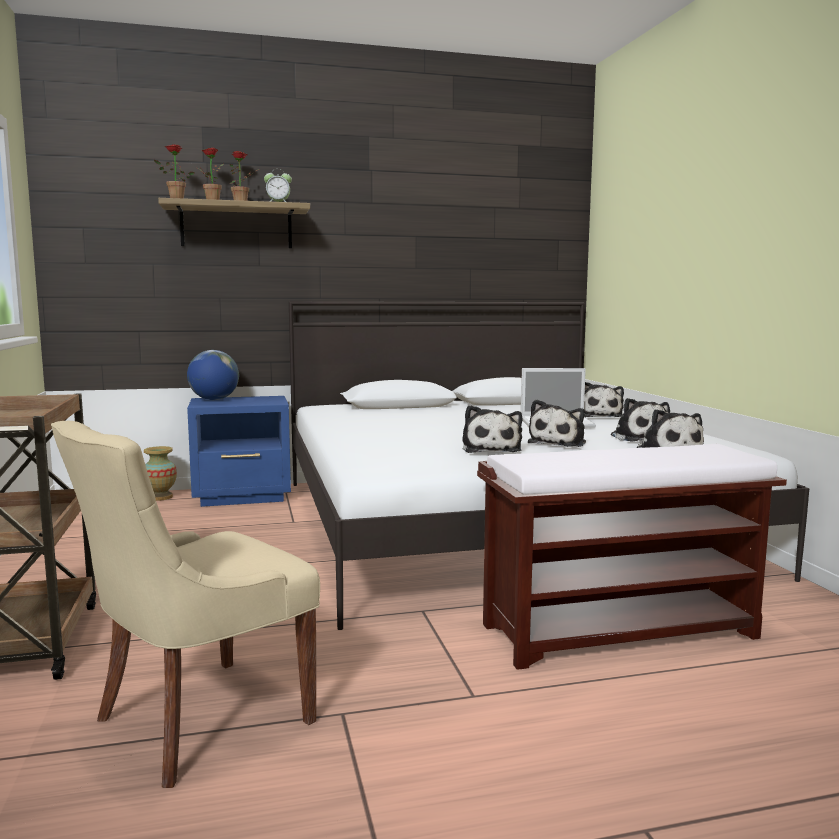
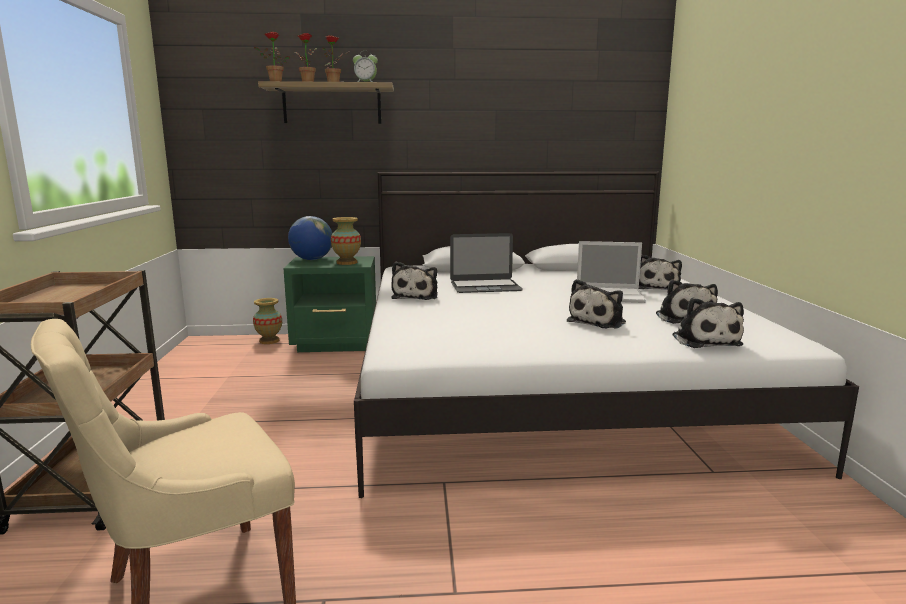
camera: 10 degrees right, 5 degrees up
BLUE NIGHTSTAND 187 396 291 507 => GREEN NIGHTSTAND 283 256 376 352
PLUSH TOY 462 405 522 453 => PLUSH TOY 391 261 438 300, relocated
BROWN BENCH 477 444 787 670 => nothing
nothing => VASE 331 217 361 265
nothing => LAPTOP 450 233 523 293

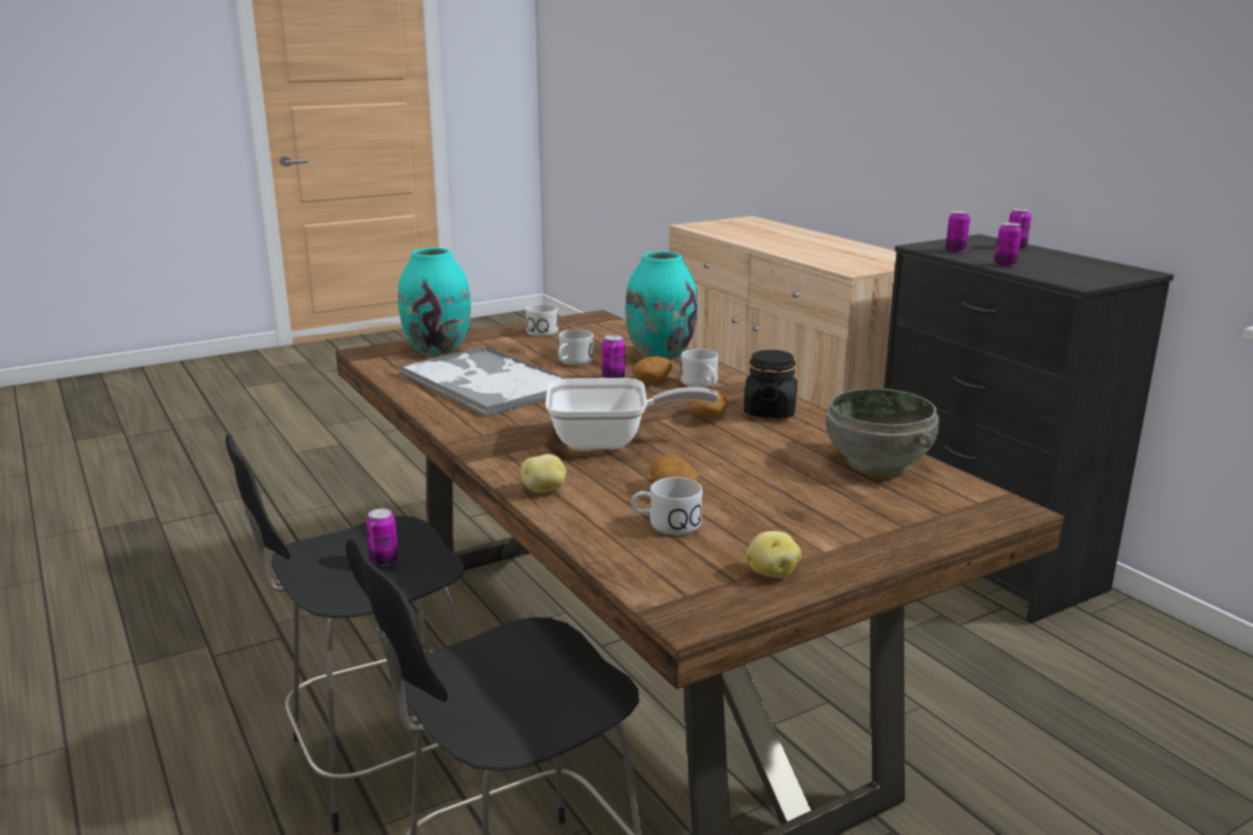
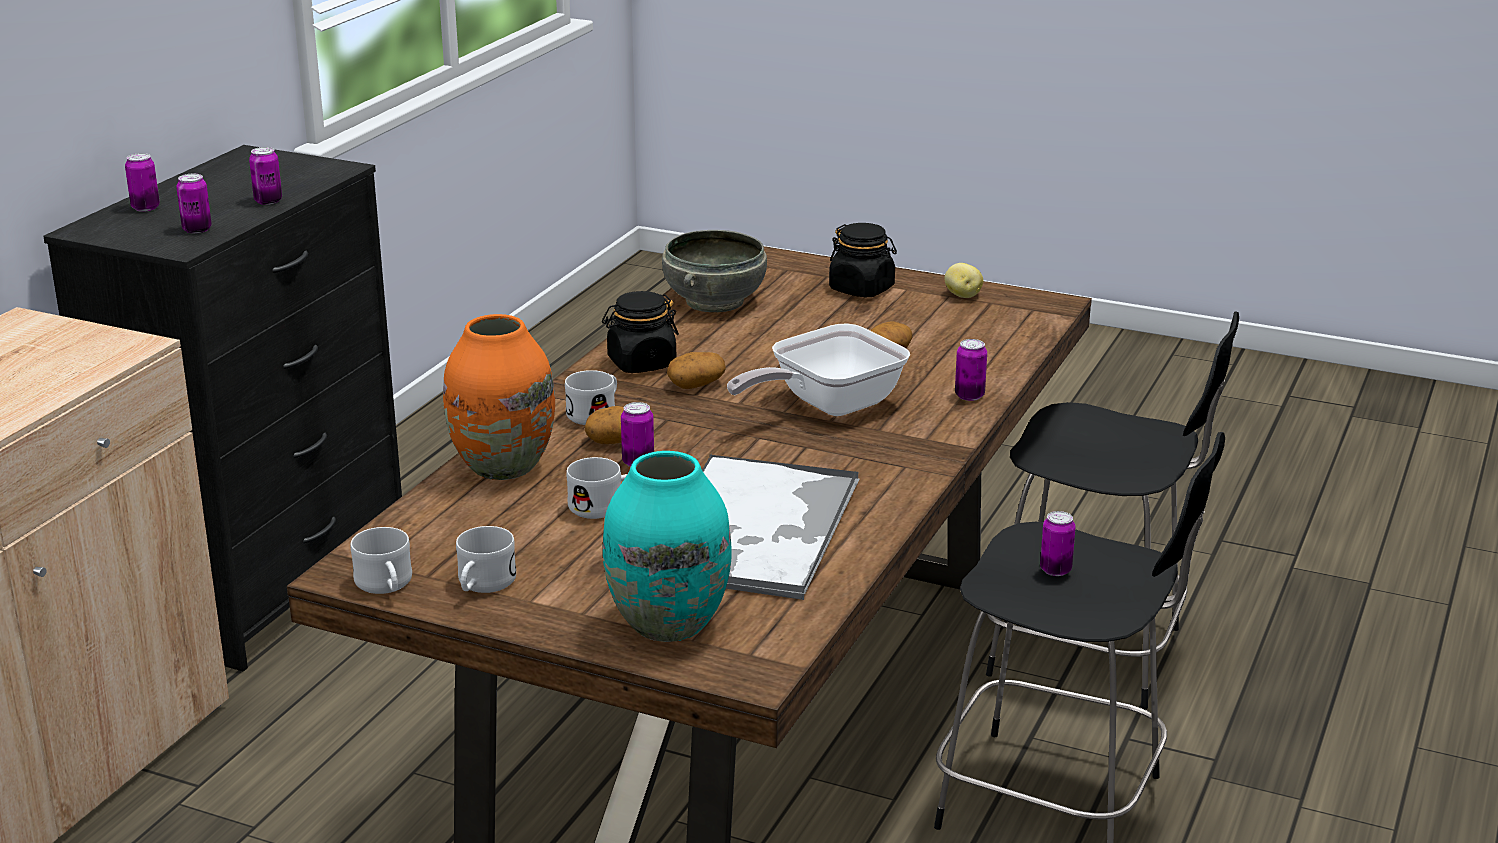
camera: 125 degrees left, 5 degrees up
POTATO 520 454 566 493 => CAN 955 339 987 401
FRYING PAN 545 378 719 450 => FRYING PAN 727 324 910 416, 90 degrees counterclockwise
TURQUOISE VASE 625 251 698 360 => ORANGE VASE 443 314 555 480
WHITE MUG 631 477 702 535 => WHITE MUG 351 527 412 594, relocated
nothing => BLACK JAR 829 223 897 298

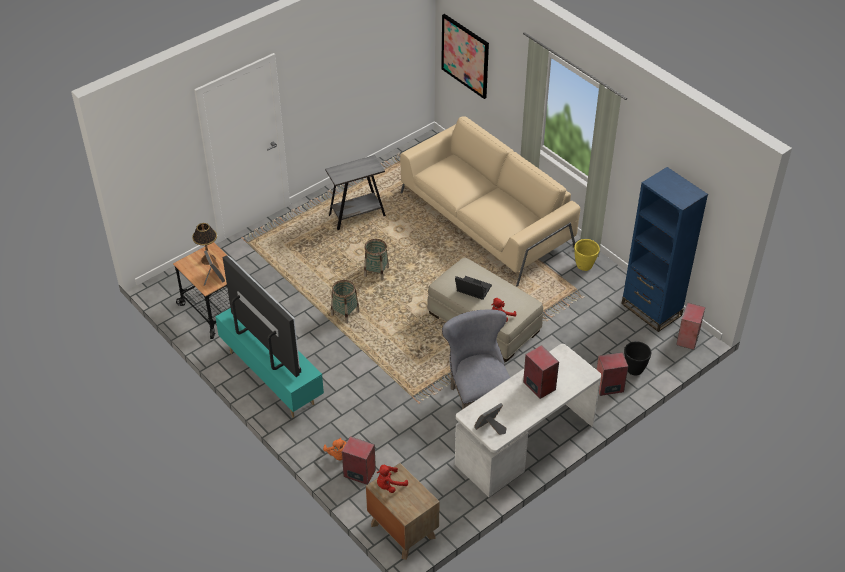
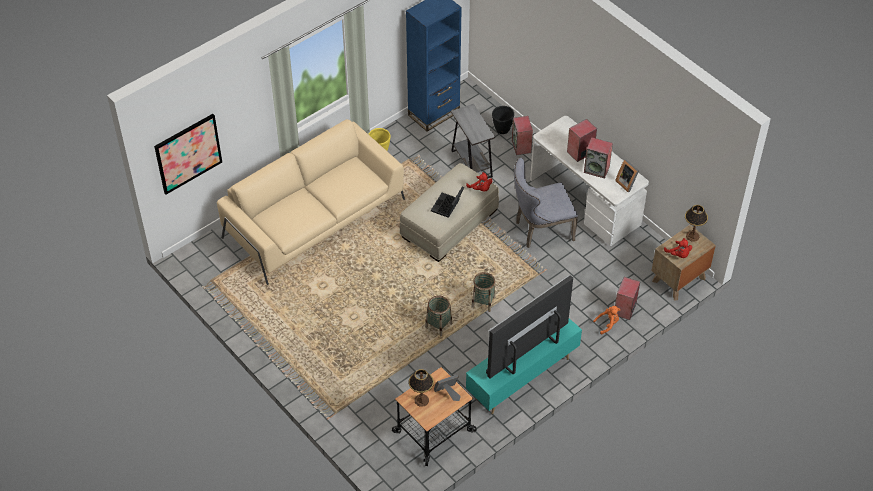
camera: 90 degrees left, 5 degrees up
GREY SIDE TABLE 325 155 386 230 => GREY SIDE TABLE 451 104 495 178, relocated
BASKET 364 239 389 280 => BASKET 471 272 496 312, relocated
SPEAKER 676 303 705 350 => SPEAKER 584 137 613 179, relocated
nothing => TABLE LAMP 685 205 708 242

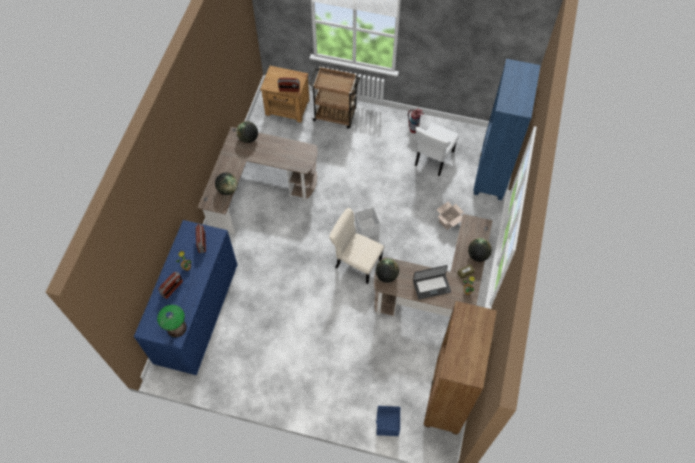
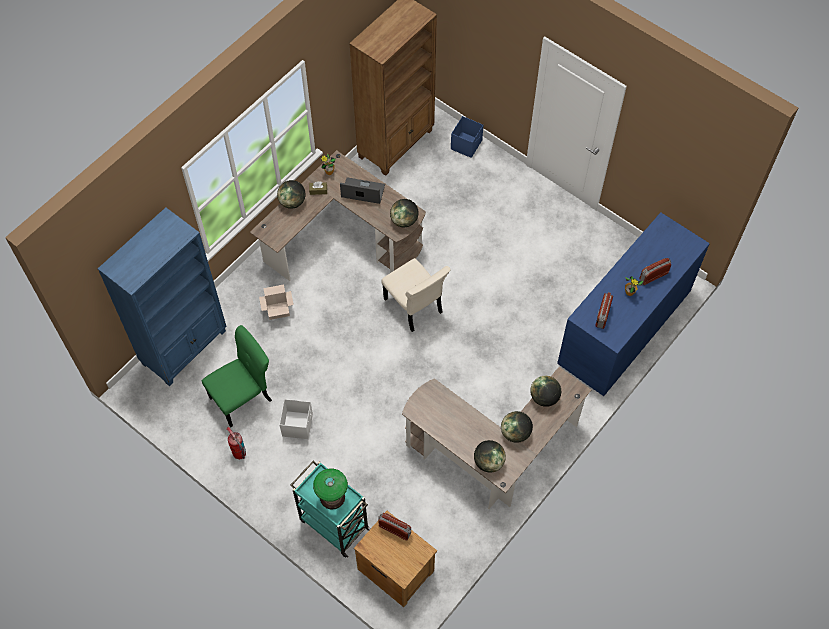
camera: 155 degrees left, 0 degrees up
TABLE LAMP 157 305 187 337 => TABLE LAMP 313 468 348 510, relocated
BROWN CART 309 67 360 129 => TURQUOISE CART 290 460 371 558
WHITE STORAGE BOX 355 207 380 238 => WHITE STORAGE BOX 279 399 313 439, relocated
WHITE CHAIR 415 123 459 176 => GREEN CHAIR 202 325 272 427
nothing => GLOBE 501 411 533 443

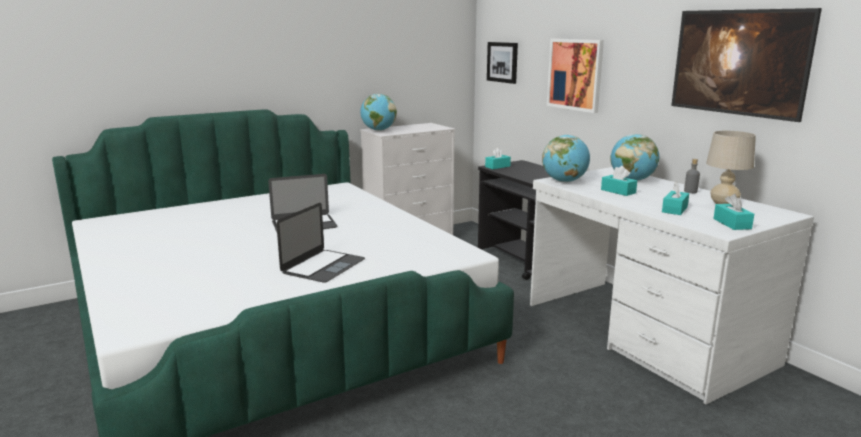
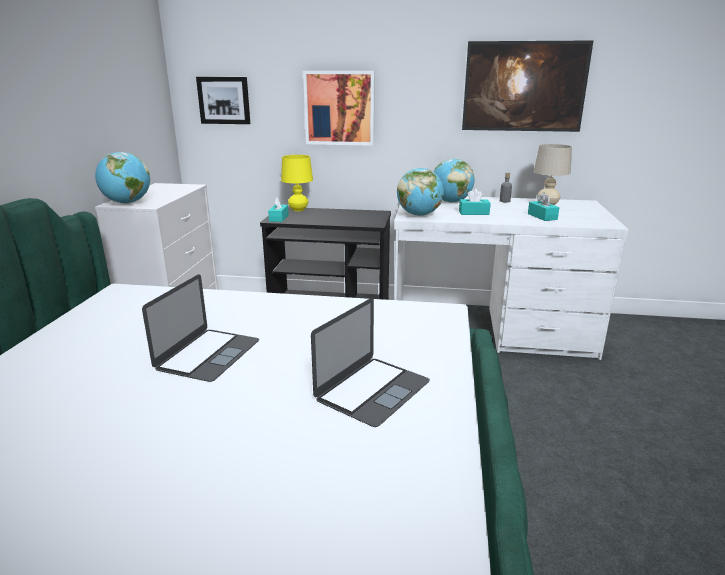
camera: 50 degrees left, 5 degrees up
LAPTOP 276 203 365 283 => LAPTOP 311 298 430 427, 60 degrees clockwise
TURQUOISE TISSUE BOX 713 194 754 230 => nothing
nothing => YELLOW TABLE LAMP 281 155 313 211

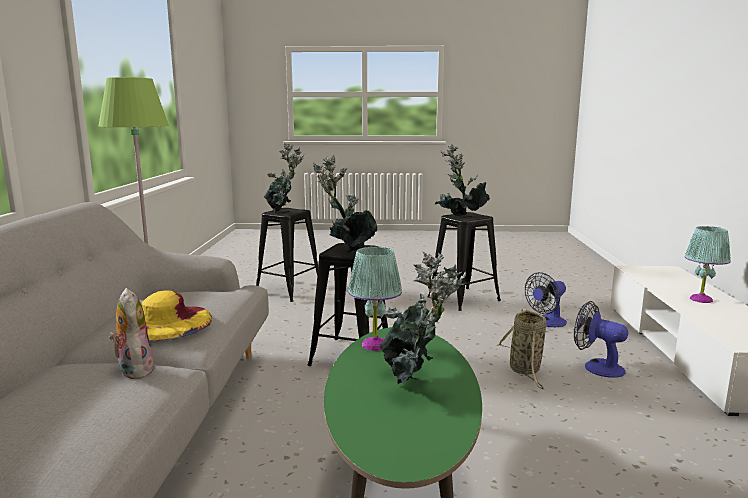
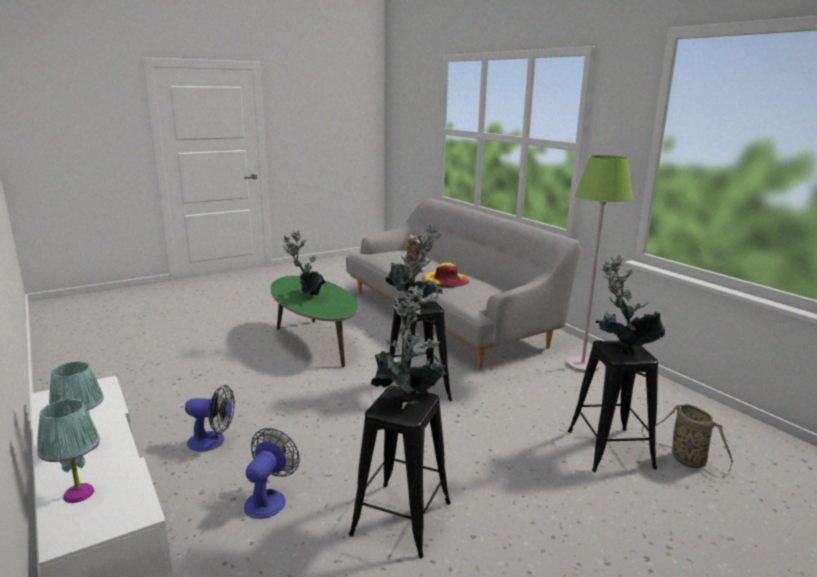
camera: 145 degrees right, 5 degrees up
TURQUOISE TABLE LAMP 348 247 402 351 => TURQUOISE TABLE LAMP 37 399 100 503, relocated
BASKET 496 309 546 390 => BASKET 641 404 733 478, relocated

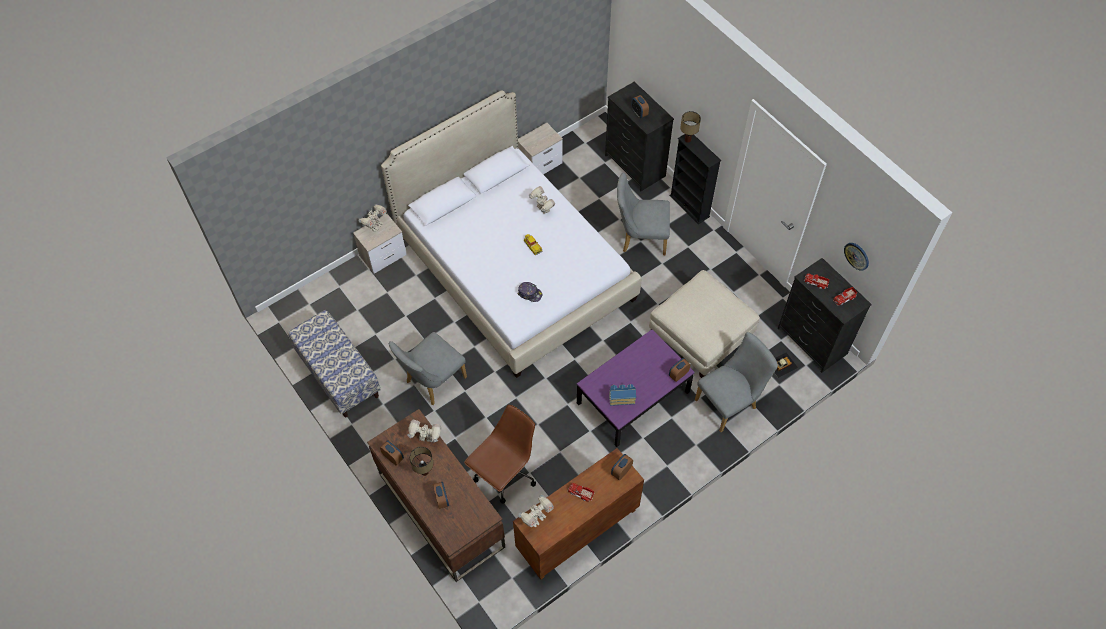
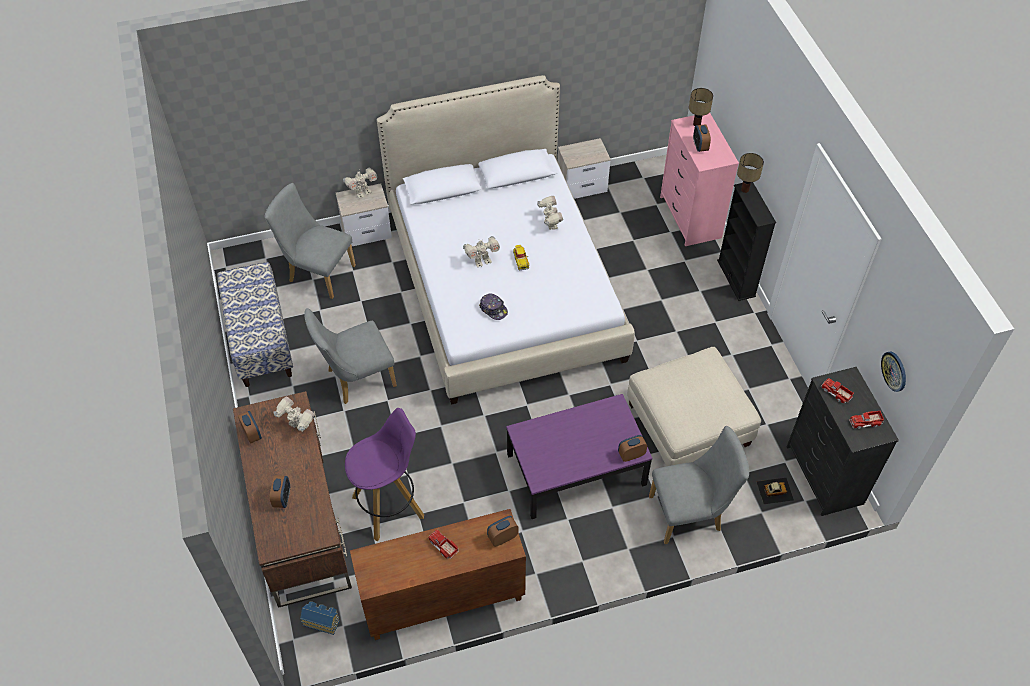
camera: 20 degrees right, 5 degrees down
TABLE LAMP 409 447 434 476 => TABLE LAMP 689 88 713 126, relocated
BROWN OFFICE CHAIR 464 405 536 504 => PURPLE STOOL 345 408 424 541
TOY ROBOT 519 495 554 527 => TOY ROBOT 463 236 500 267, relocated
BLACK DRESSER 605 82 674 191 => PINK DRESSER 660 113 739 246
TOY HOUSE 609 384 636 406 => TOY HOUSE 300 601 340 635, relocated
GREY CHAIR 617 172 670 255 => GREY CHAIR 265 183 356 299, relocated

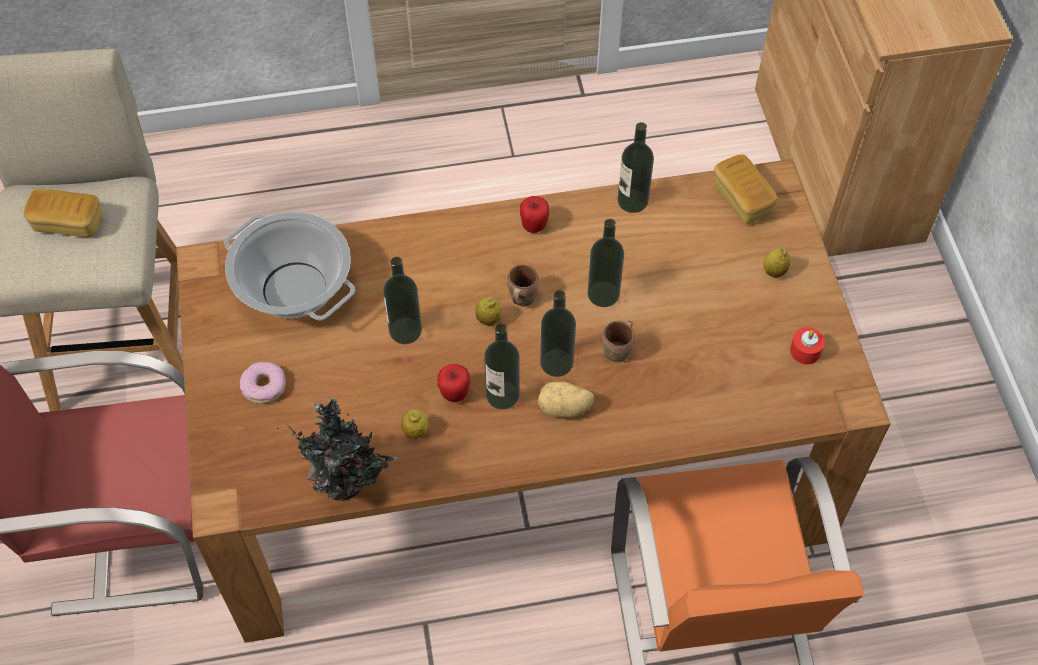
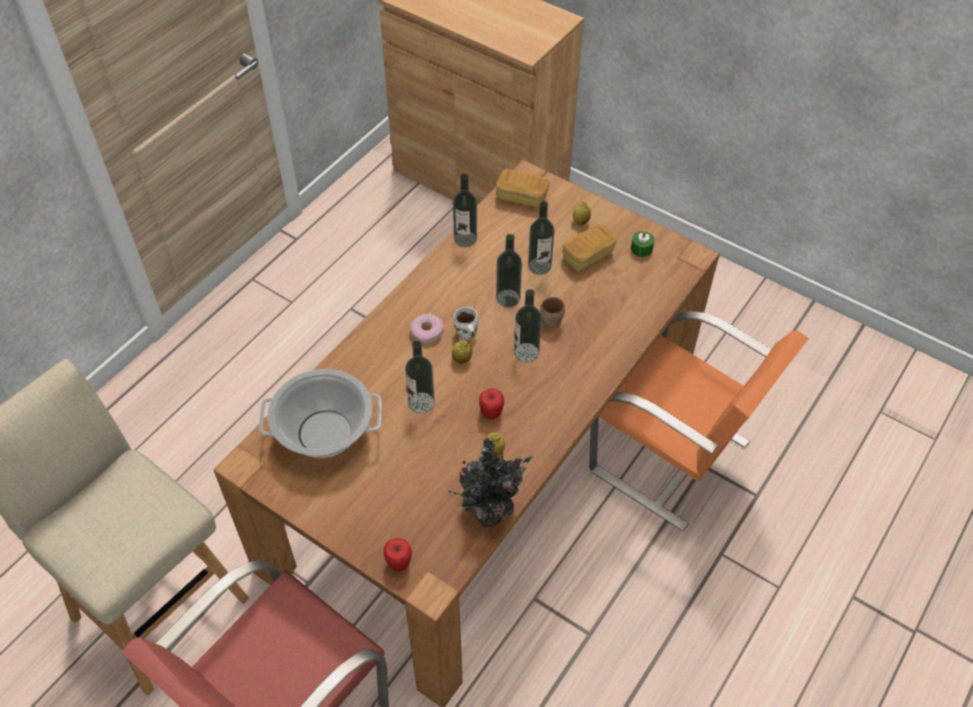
camera: 45 degrees left, 5 degrees down
BREAD 24 189 102 237 => BREAD 563 224 617 272, relocated
DONUT 240 362 286 404 => DONUT 410 314 444 344, relocated
BOTTLE 484 324 520 409 => BOTTLE 528 201 554 275, relocated
BROWN MUG 507 264 540 306 => WHITE MUG 454 307 478 340
APPLE 520 196 549 233 => APPLE 384 538 412 571, relocated
POTATO 537 382 594 417 => nothing
RED CANDLE 790 327 825 364 => GREEN CANDLE 631 230 655 257

